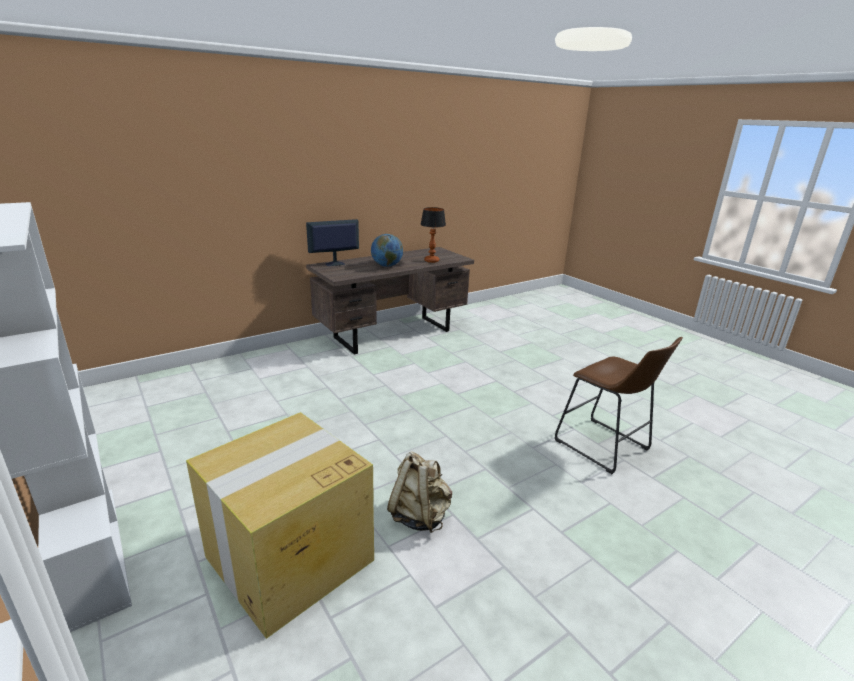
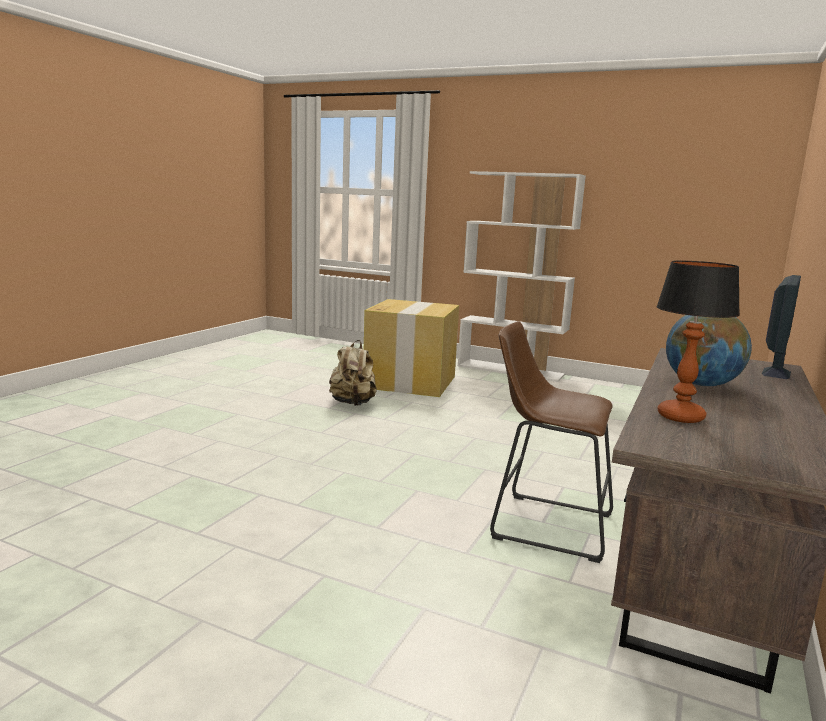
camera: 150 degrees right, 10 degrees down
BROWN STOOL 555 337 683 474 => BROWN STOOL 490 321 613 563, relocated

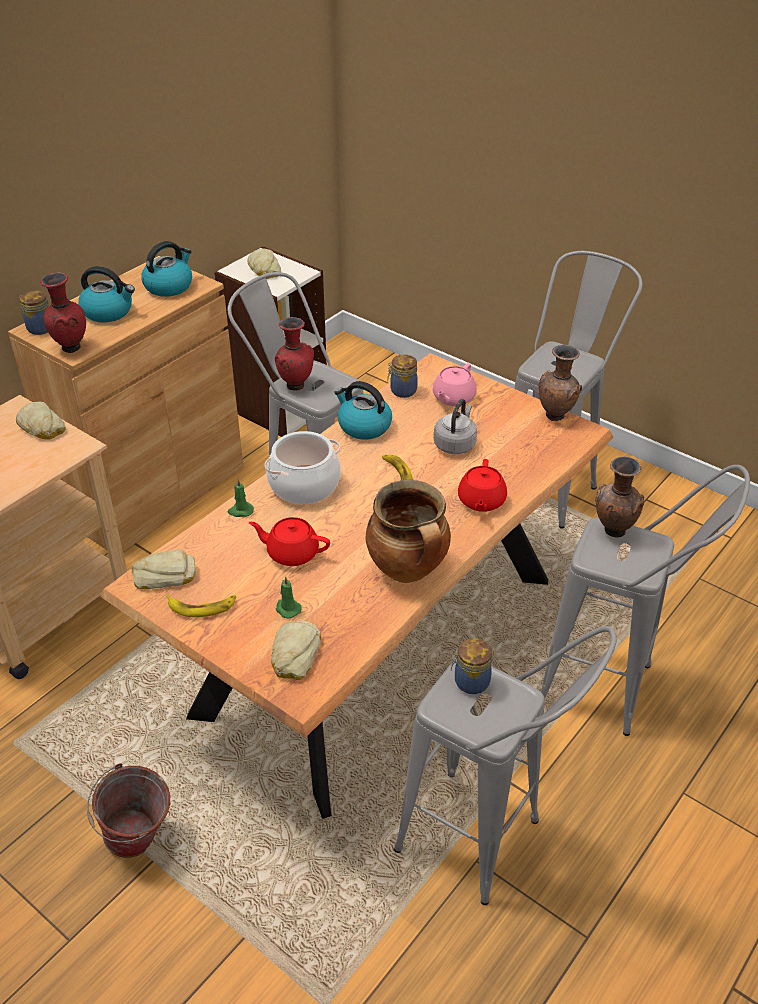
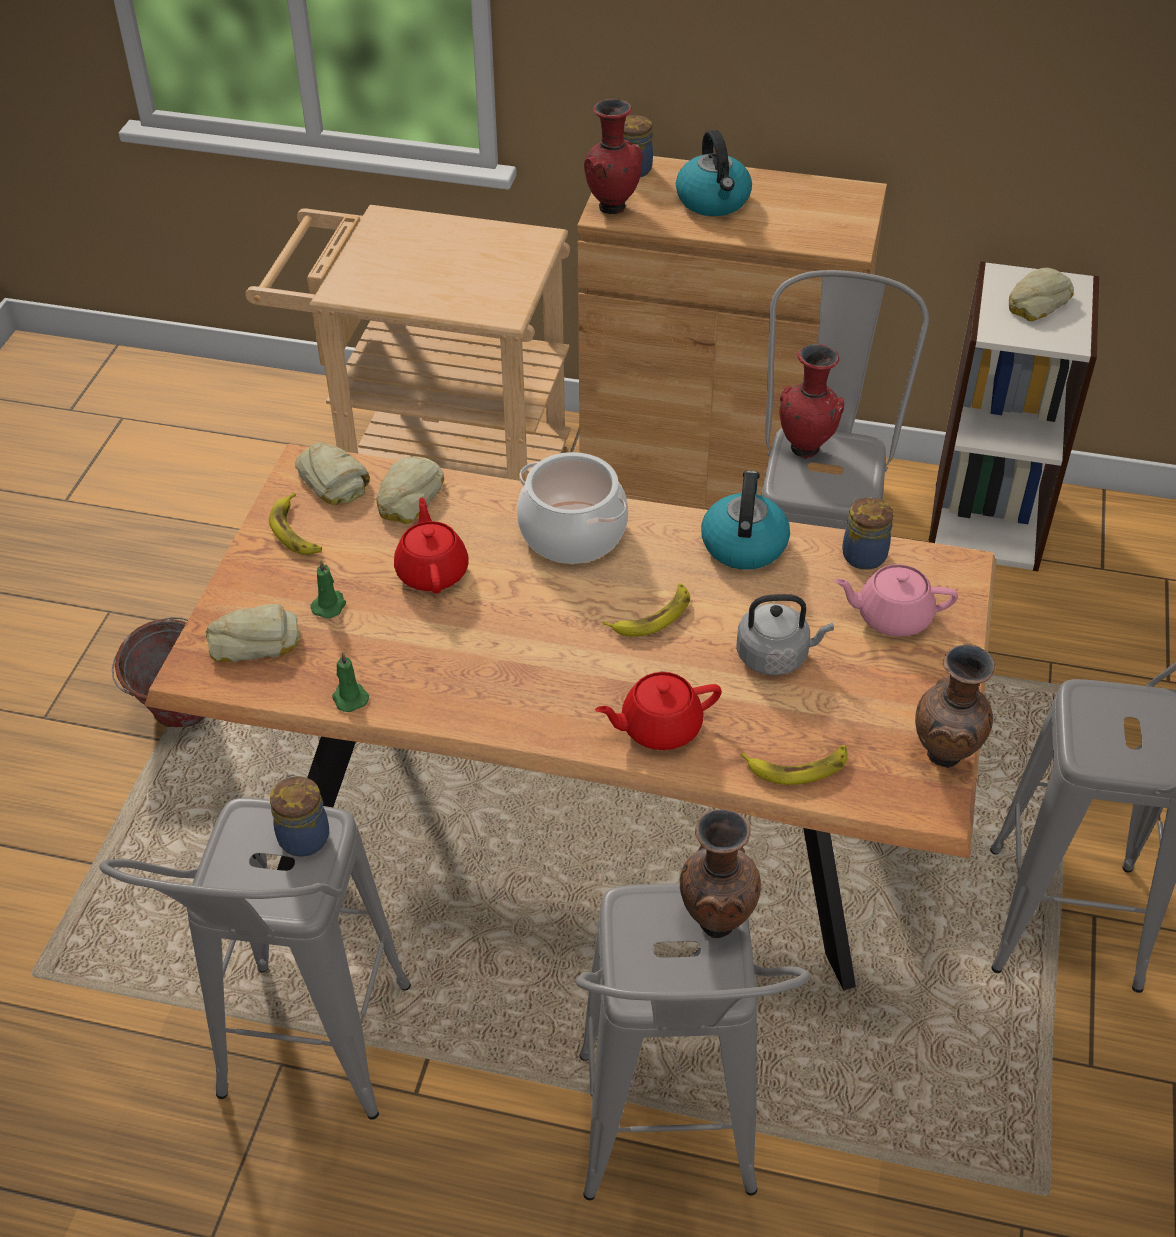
camera: 65 degrees right, 5 degrees up
BREAD 16 402 66 440 => BREAD 376 457 444 524, relocated
KETTLE 141 241 192 297 => nothing
GREEN CANDLE 227 479 254 517 => GREEN CANDLE 332 652 369 712, relocated
COOKING POT 366 480 451 583 => nothing
nothing => BANANA 741 745 848 785

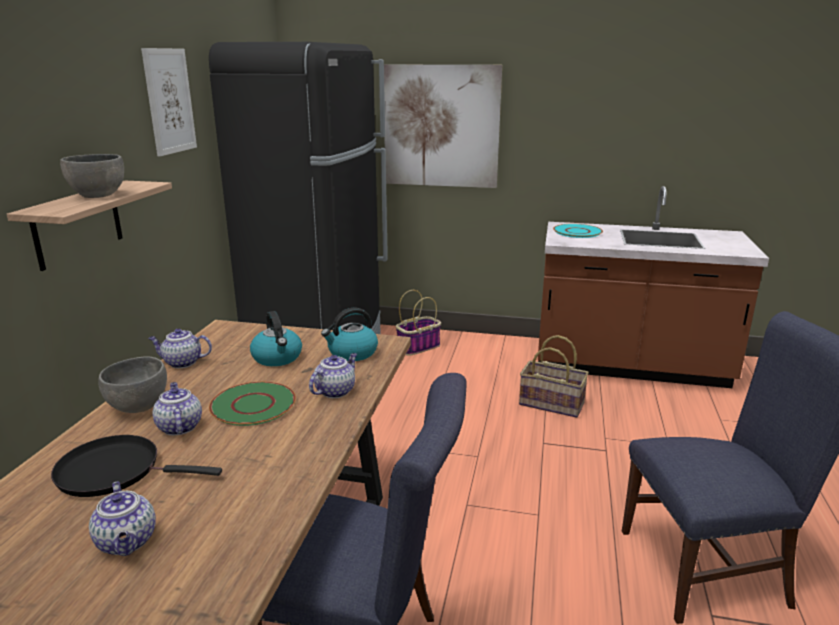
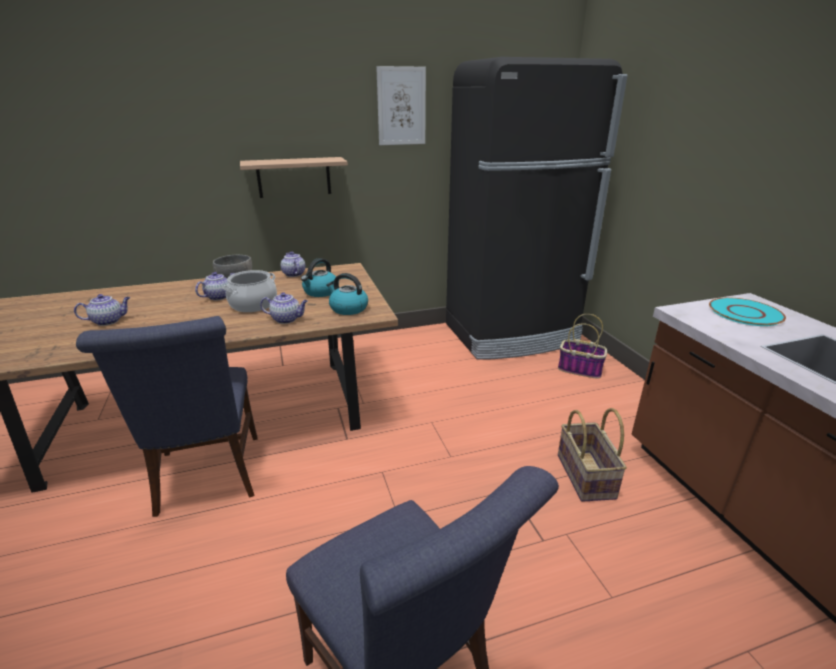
camera: 60 degrees right, 5 degrees up
BLACK FRYING PAN 51 435 222 497 => nothing
GREY BOWL 60 154 124 198 => nothing
TEAPOT 89 482 156 556 => TEAPOT 74 294 130 326, 150 degrees counterclockwise
GREEN PLATE 209 382 296 426 => COOKING POT 223 270 277 312
PICTURE 384 65 502 188 => nothing

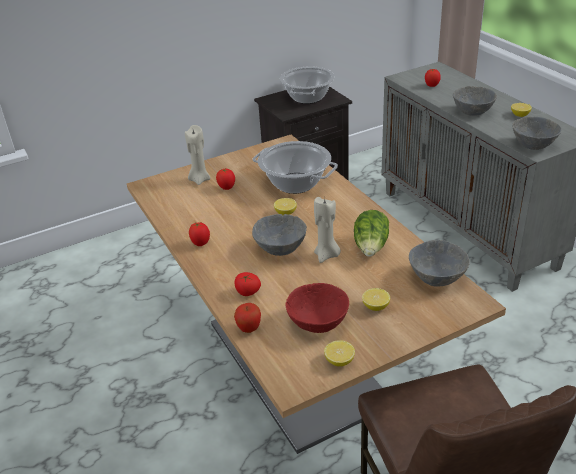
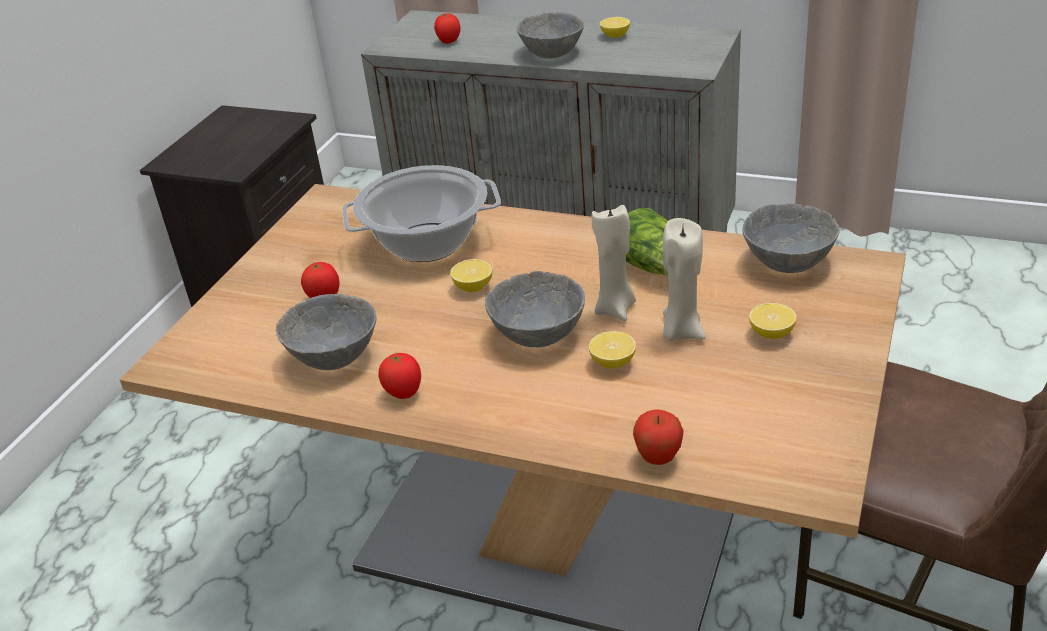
camera: 40 degrees left, 0 degrees up
BEIGE CANDLE 185 125 211 185 => BEIGE CANDLE 663 218 706 341, relocated
TOMATO 234 272 261 296 => nothing
COOKING POT 280 66 335 104 => nothing
RED BOWL 285 283 349 333 => nothing
LEMON 324 340 355 367 => LEMON 589 331 636 369, relocated
GREY BOWL 512 117 562 150 => GREY BOWL 276 294 376 370, relocated

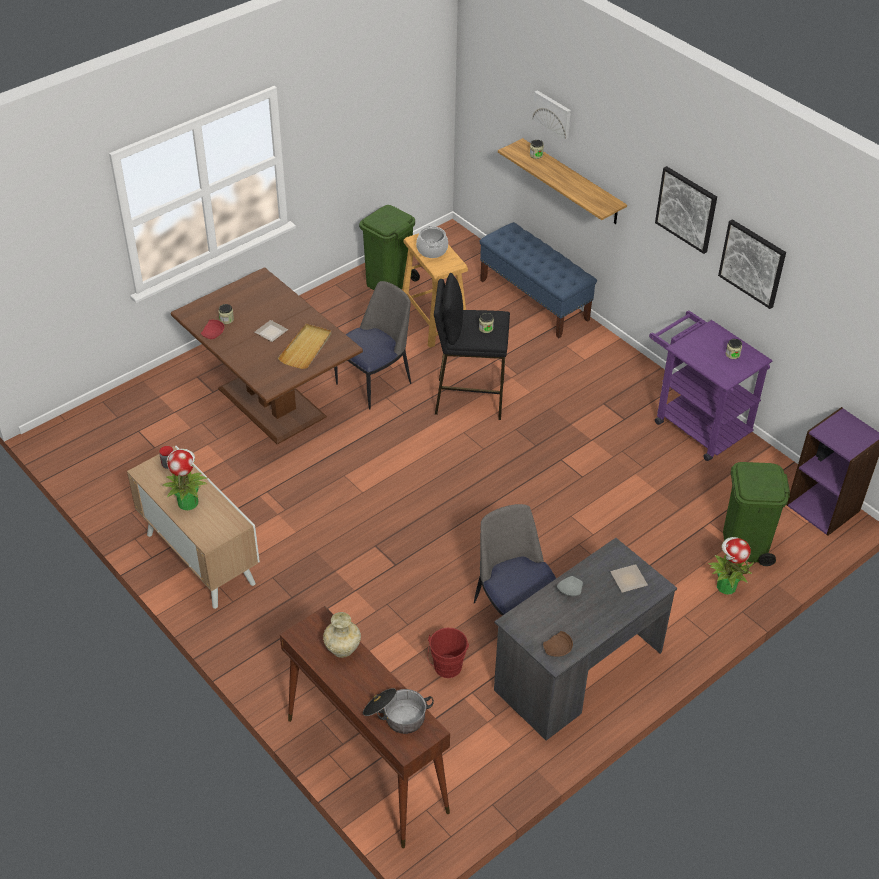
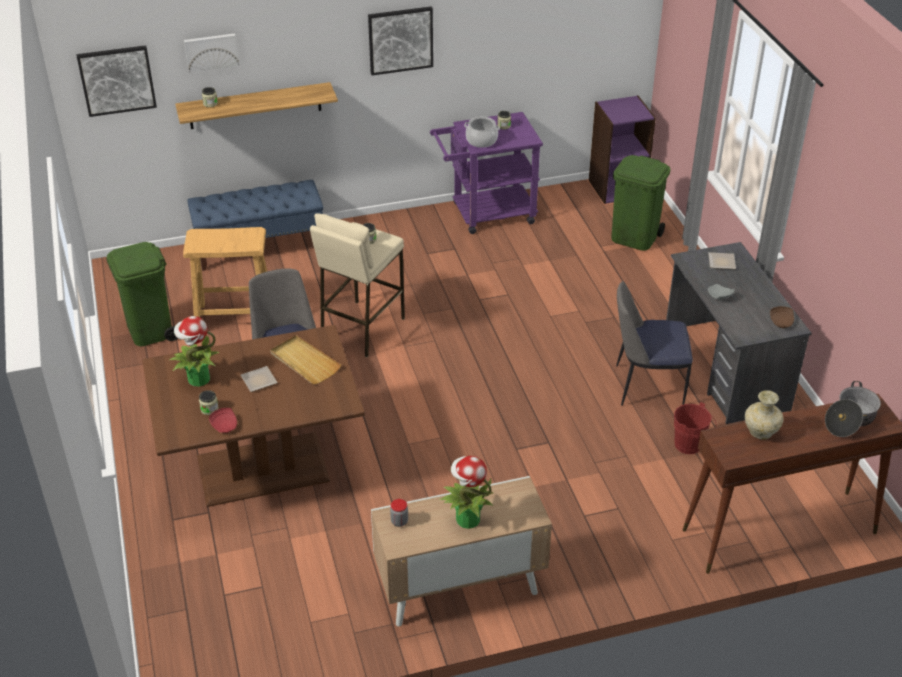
camera: 65 degrees left, 5 degrees down
COOKING POT 416 226 448 258 => COOKING POT 464 117 500 148, relocated
BLACK STOOL 434 273 510 420 => BEIGE STOOL 310 213 405 357
POTTED PLANT 708 537 754 595 => POTTED PLANT 170 316 220 386, relocated
PICTURE 718 219 786 309 => PICTURE 76 45 157 117, relocated

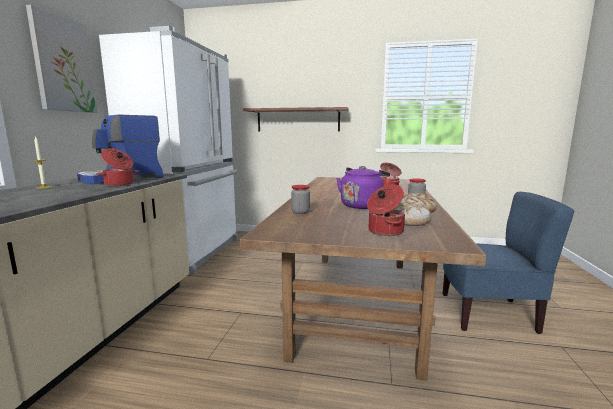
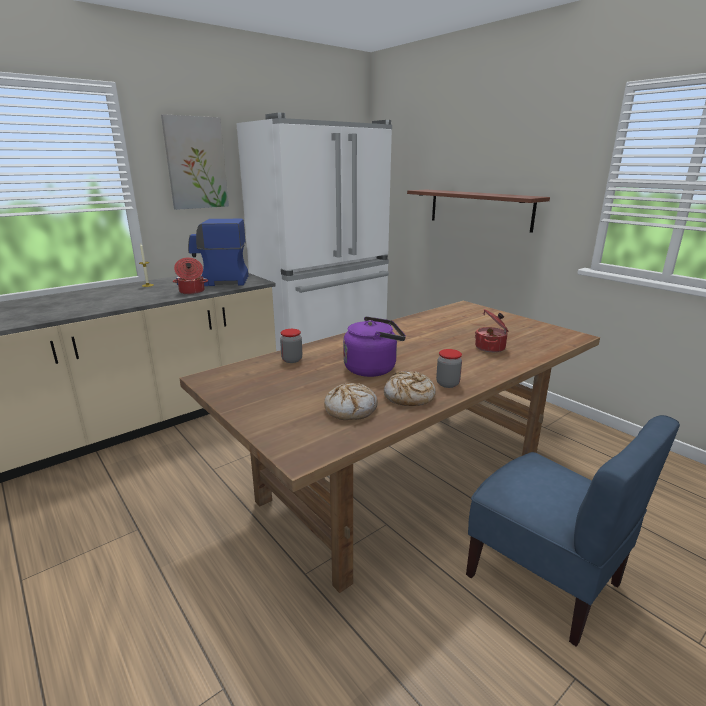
camera: 40 degrees right, 10 degrees up
COOKING POT 367 184 405 236 => nothing

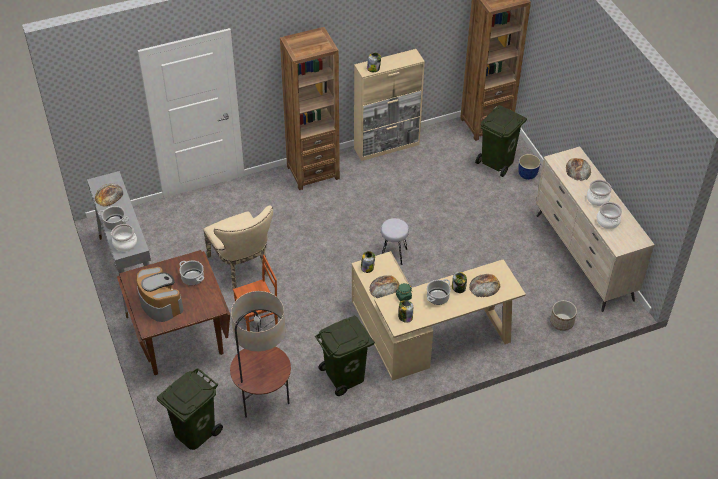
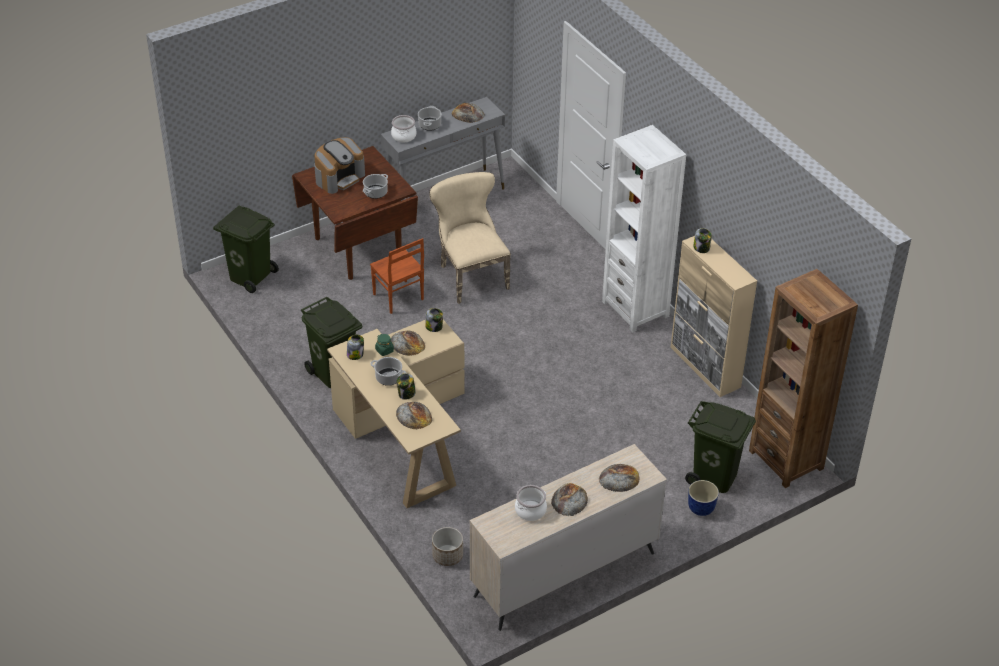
camera: 80 degrees right, 5 degrees down
BEIGE CHAIR 203 205 273 289 => BEIGE CHAIR 429 172 511 304, 105 degrees clockwise
FLOOR LAMP 230 291 291 418 => nothing
BROWN BOOKCASE 280 27 340 190 => WHITE BOOKCASE 602 125 686 333
GREY STOOL 381 218 409 265 => nothing
COOKING POT 587 180 612 206 => BREAD 551 483 588 516

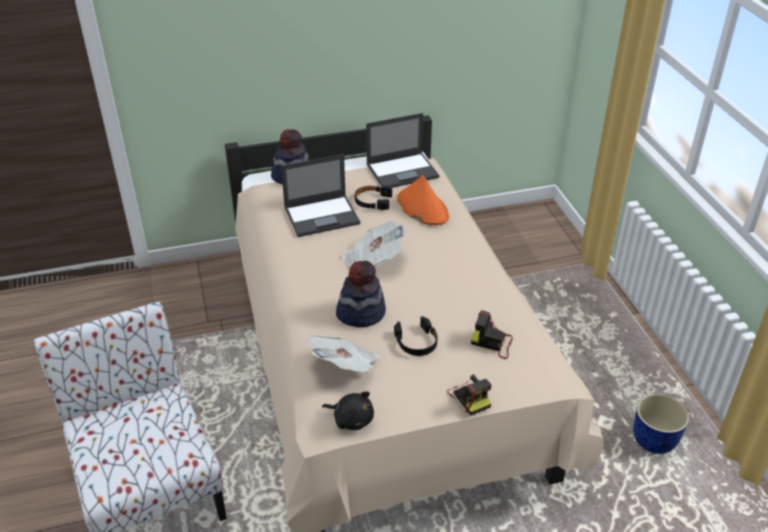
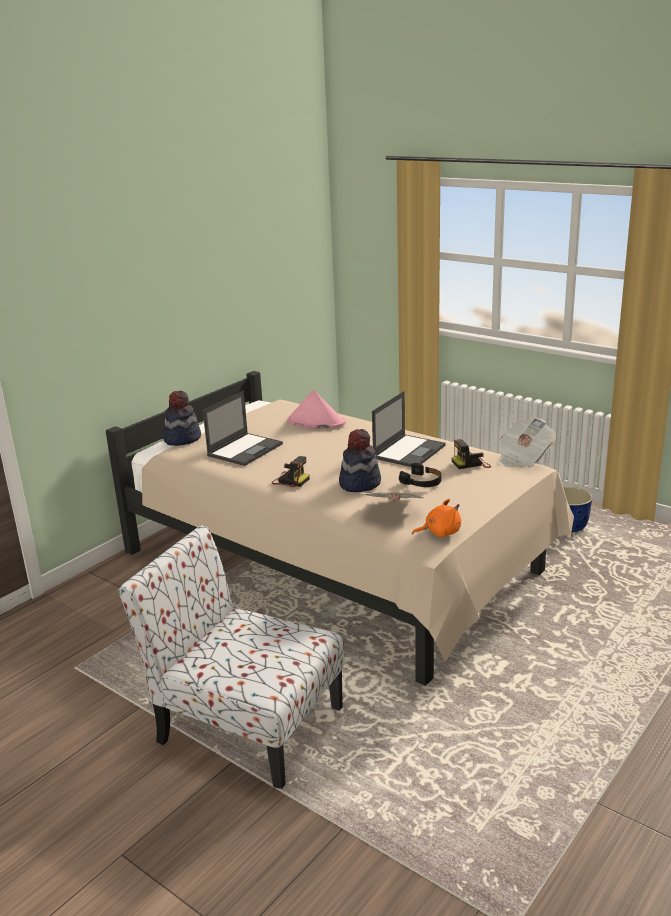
camera: 35 degrees left, 15 degrees down
BLACK PLUSH TOY 322 392 374 430 => ORANGE PLUSH TOY 412 499 461 537
NEWSPAPER 341 221 407 268 => NEWSPAPER 498 418 556 468, relocated
BLACK HEADPHONES 355 186 392 210 => nothing
LAPTOP 366 113 439 188 => LAPTOP 372 391 446 467, relocated
ORANGE HAT 397 175 449 225 => PINK HAT 287 390 346 429
PHOTO CAMERA 447 374 491 415 => PHOTO CAMERA 272 456 310 487, relocated

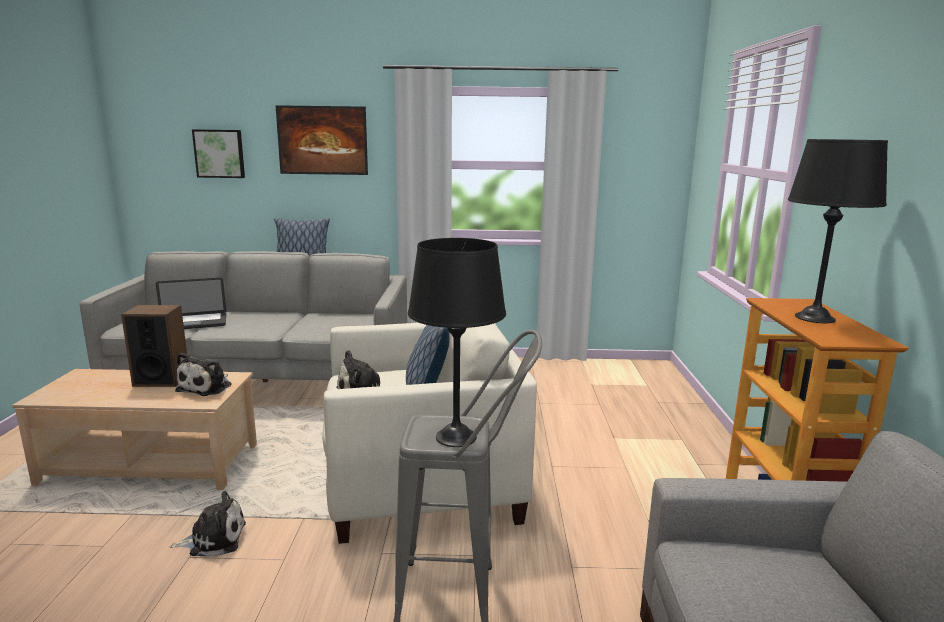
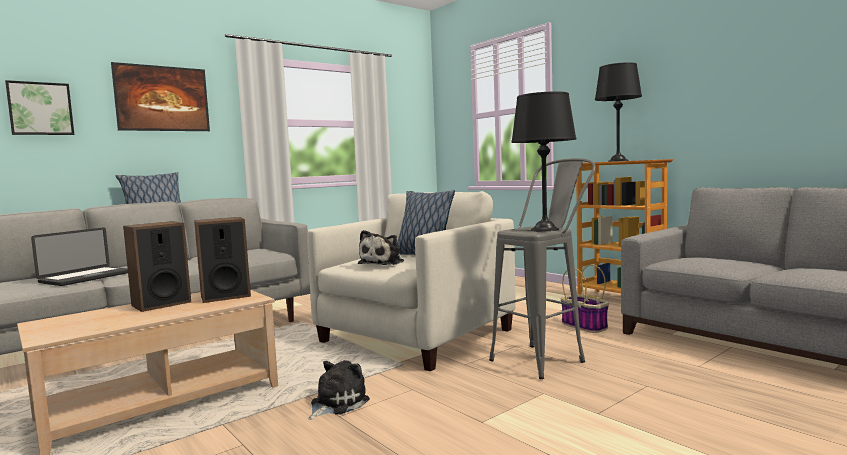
camera: 40 degrees left, 10 degrees down
PLUSH TOY 175 353 232 396 => SPEAKER 194 217 251 303
nothing => BASKET 560 264 609 333

